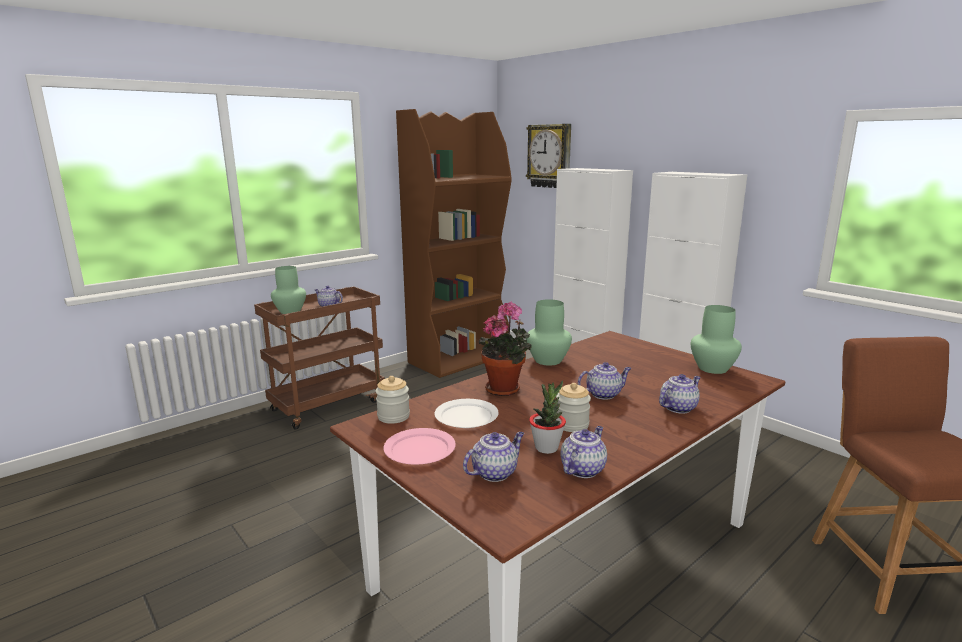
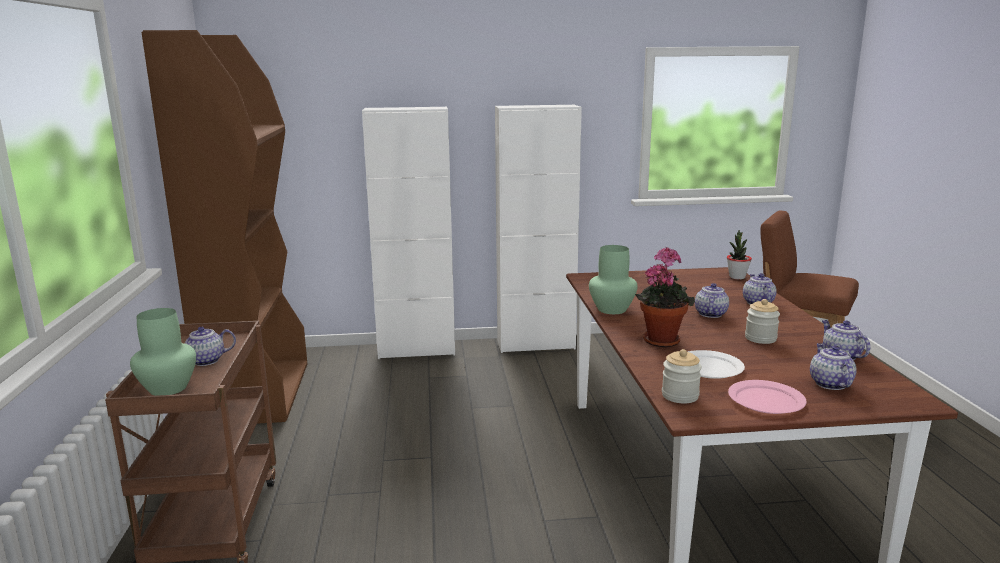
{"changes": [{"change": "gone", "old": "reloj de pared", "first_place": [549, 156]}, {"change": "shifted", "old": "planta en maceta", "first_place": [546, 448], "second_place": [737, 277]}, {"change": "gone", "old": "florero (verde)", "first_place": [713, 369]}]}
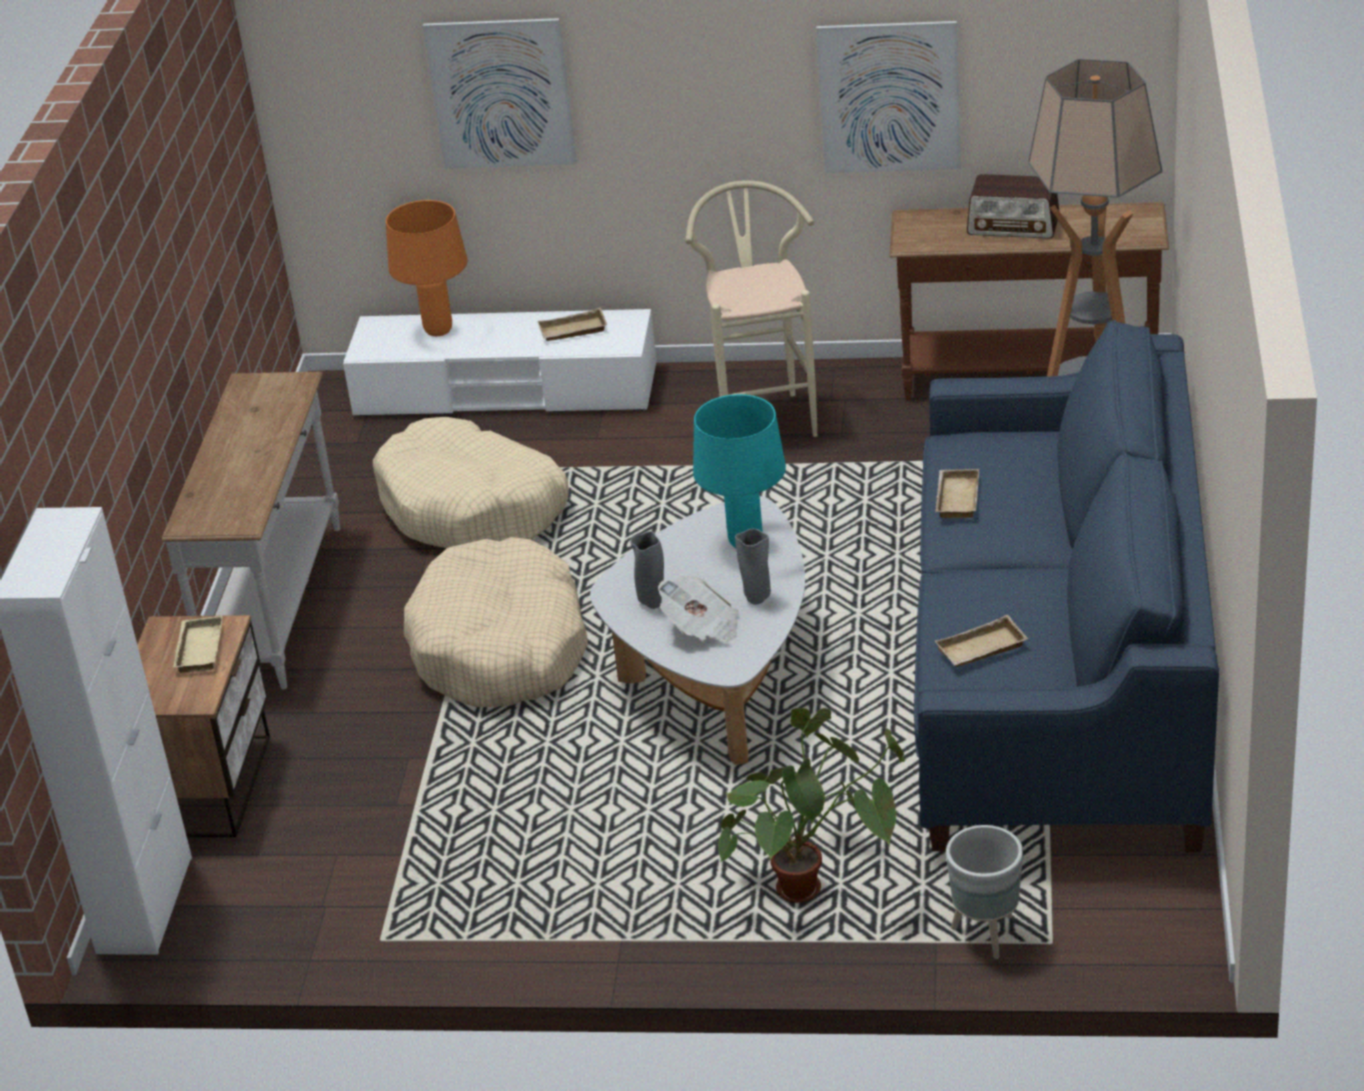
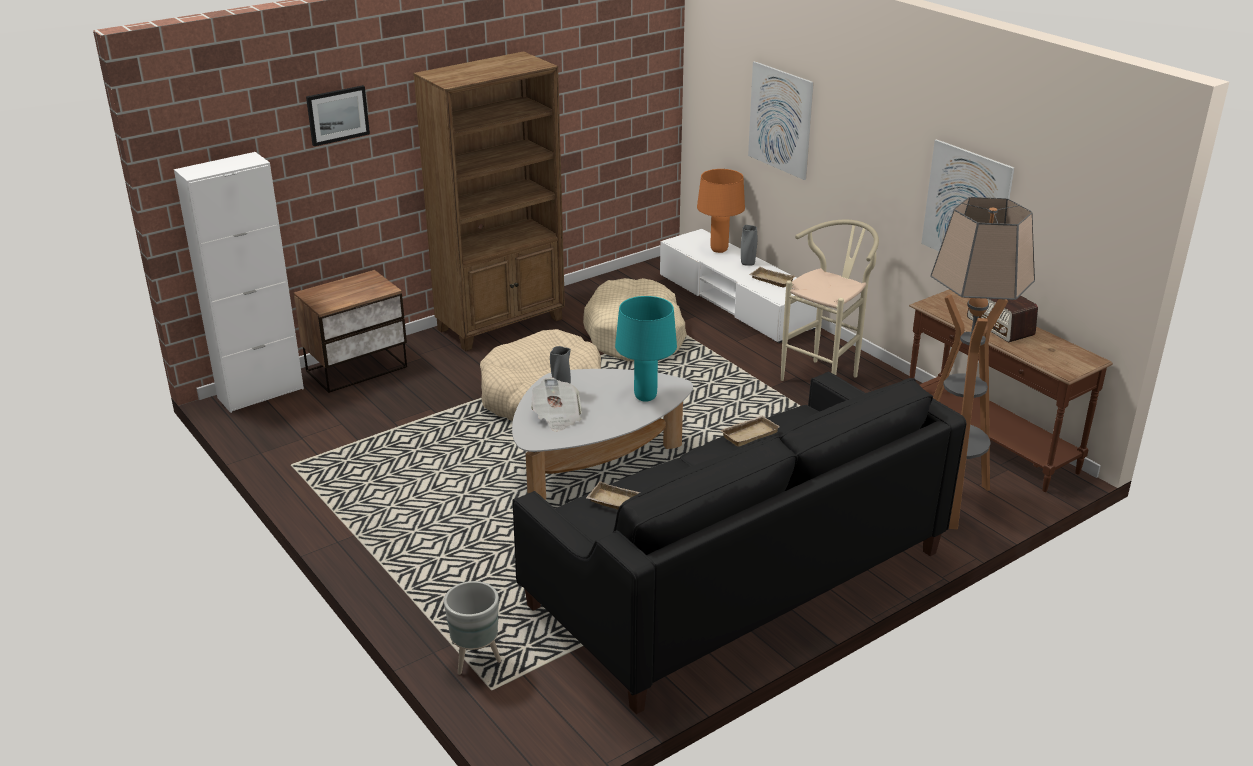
{"changes": [{"change": "swapped", "old": "mesa consola (blanco)", "new": "estantería (marrón)", "first_place": [278, 605], "second_place": [502, 324]}, {"change": "gone", "old": "bandeja (beis)", "first_place": [197, 649]}, {"change": "gone", "old": "planta en maceta", "first_place": [813, 877]}, {"change": "shifted", "old": "florero (gris)", "first_place": [756, 598], "second_place": [747, 264]}, {"change": "repainted", "old": "sofá (azul)", "new": "sofá (negro)", "first_place": [1059, 674], "second_place": [736, 579]}, {"change": "new", "new": "cuadro", "second_place": [337, 115]}]}
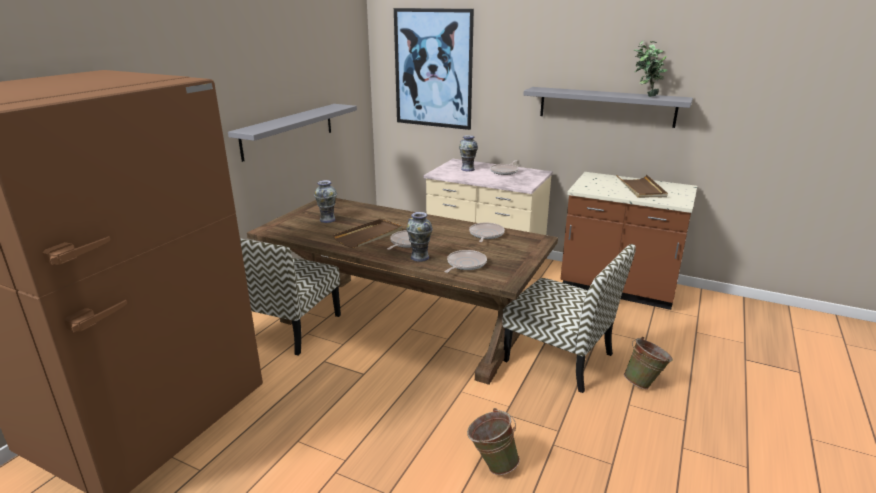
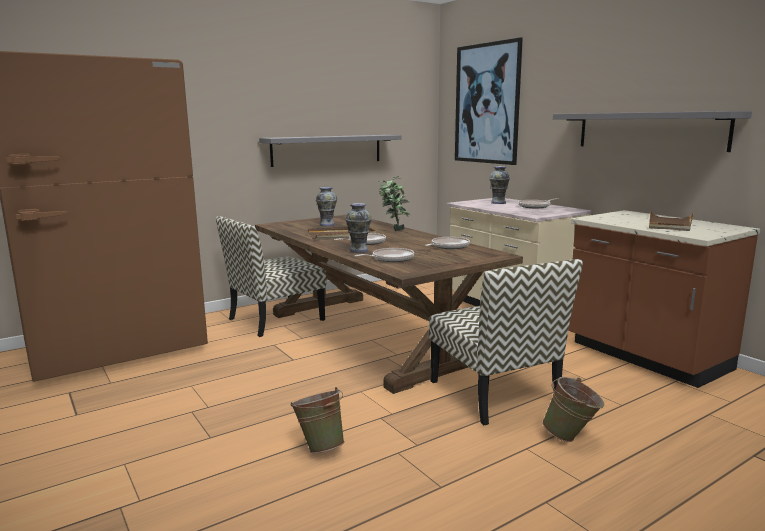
{"changes": [{"change": "shifted", "old": "planta en maceta", "first_place": [645, 96], "second_place": [393, 230]}]}
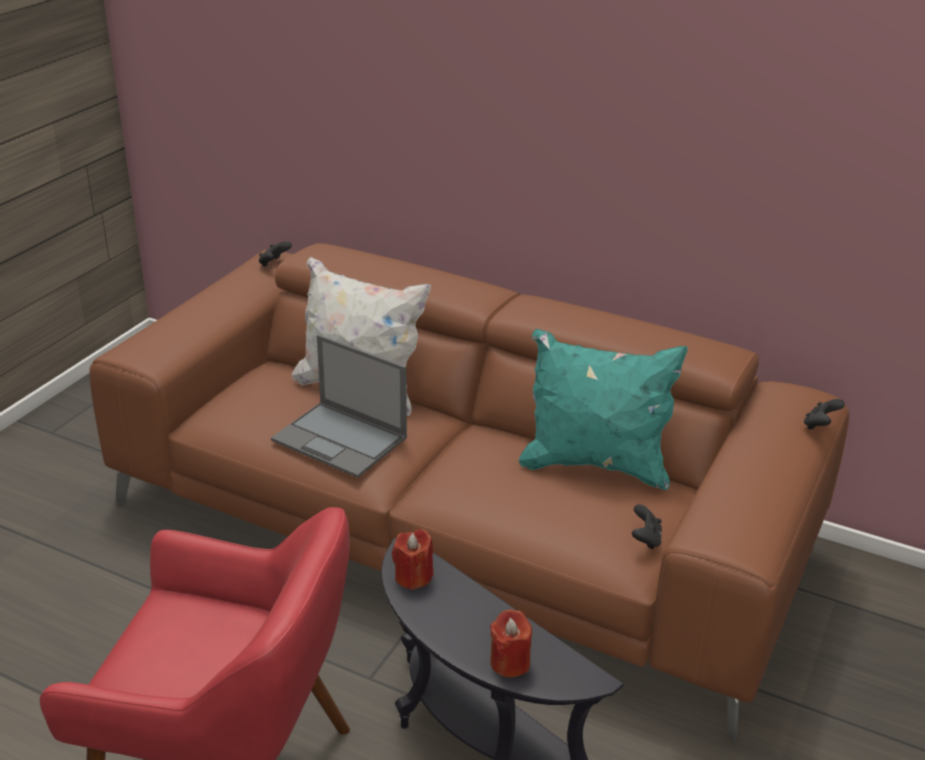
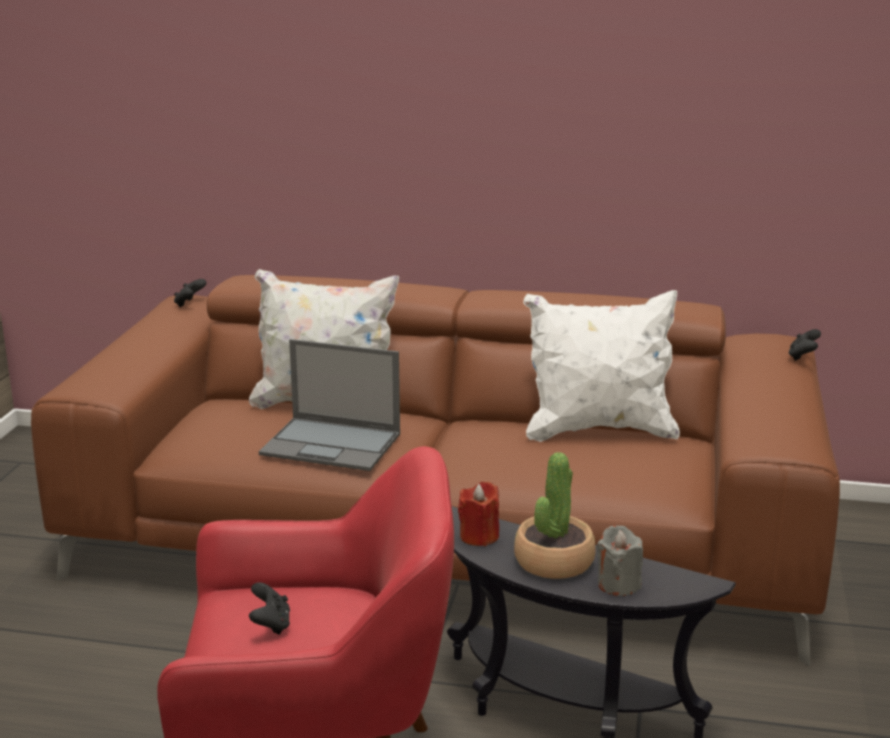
{"changes": [{"change": "repainted", "old": "vela (rojo)", "new": "vela (gris)", "first_place": [510, 662], "second_place": [618, 585]}, {"change": "repainted", "old": "cojín (turquesa)", "new": "cojín (blanco)", "first_place": [595, 465], "second_place": [598, 430]}, {"change": "shifted", "old": "mando de consola (negro)", "first_place": [645, 539], "second_place": [270, 625]}, {"change": "new", "new": "planta en maceta", "second_place": [553, 561]}]}
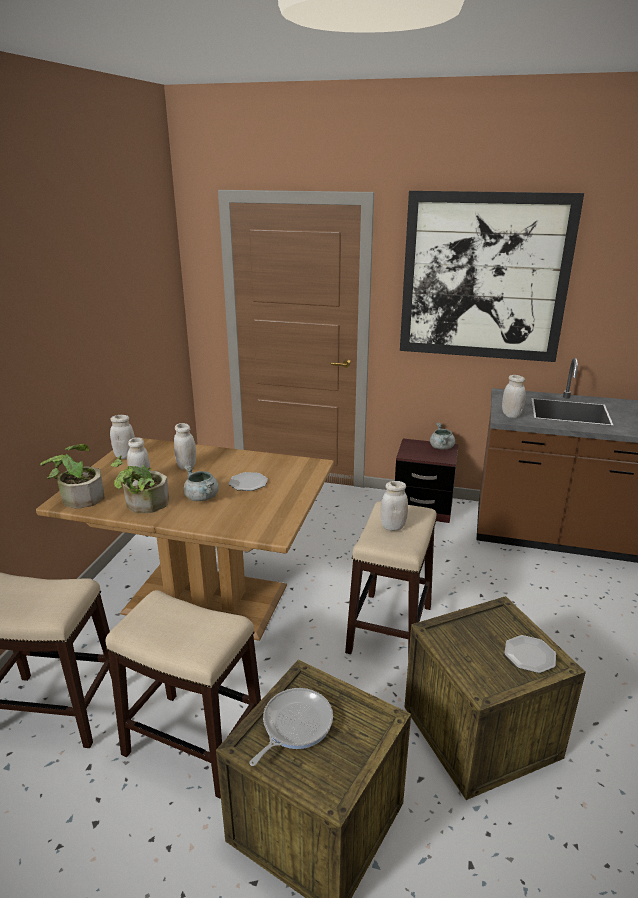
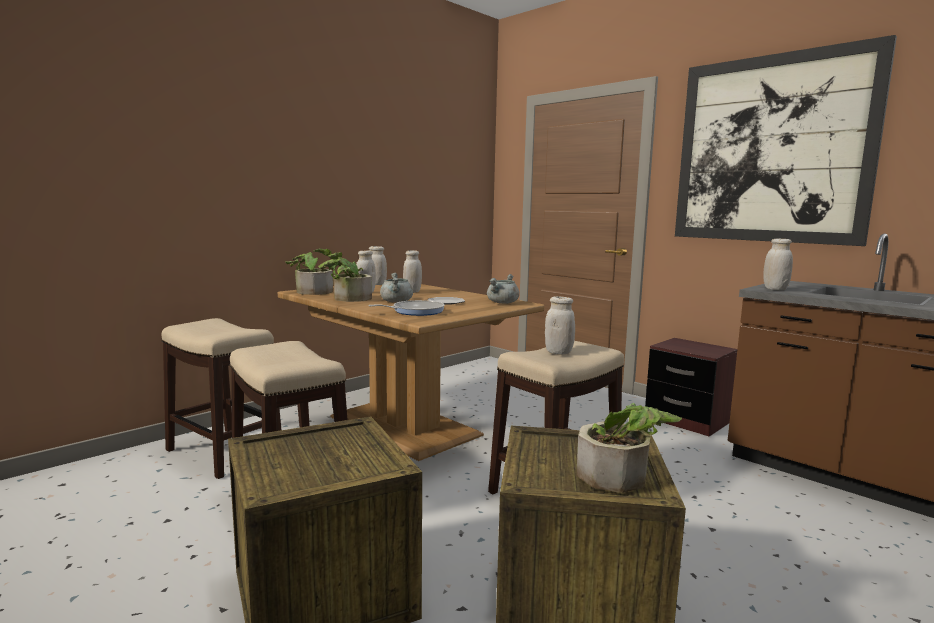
{"changes": [{"change": "shifted", "old": "sartén", "first_place": [294, 725], "second_place": [415, 311]}, {"change": "shifted", "old": "olla (gris)", "first_place": [441, 448], "second_place": [502, 303]}, {"change": "swapped", "old": "plato", "new": "planta en maceta", "first_place": [530, 655], "second_place": [622, 476]}]}
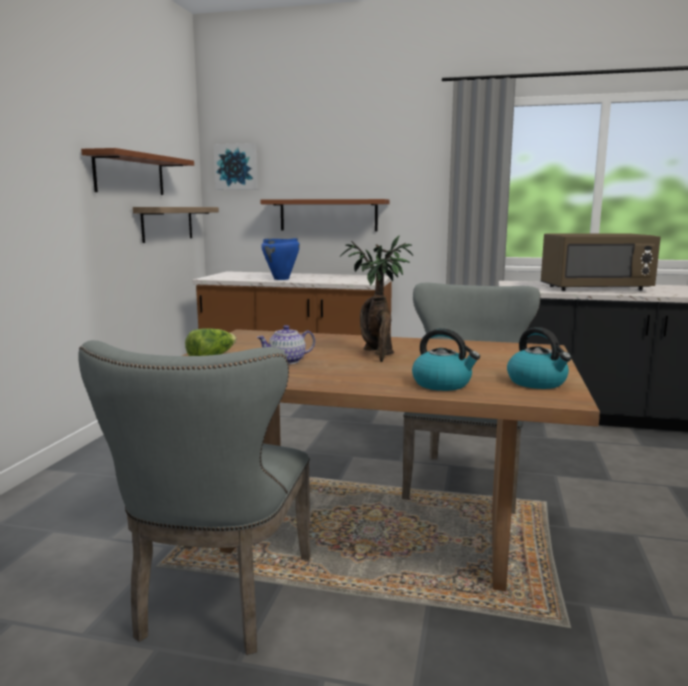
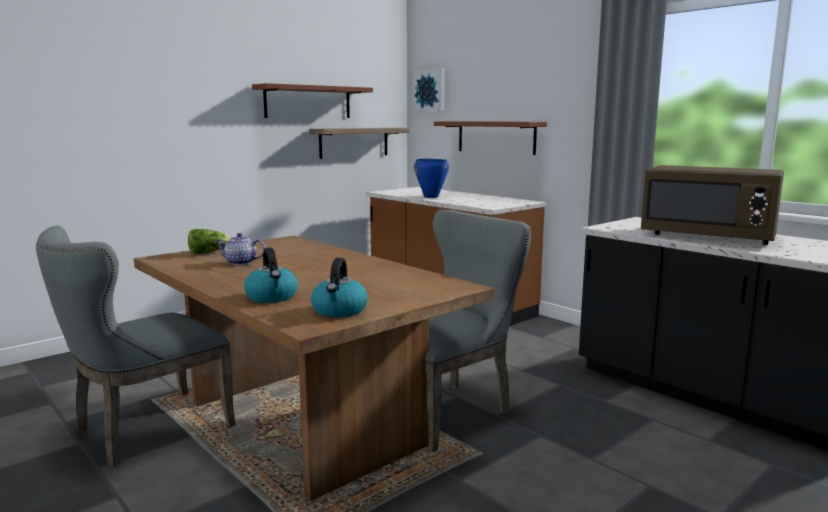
{"changes": [{"change": "gone", "old": "planta en maceta", "first_place": [378, 354]}]}
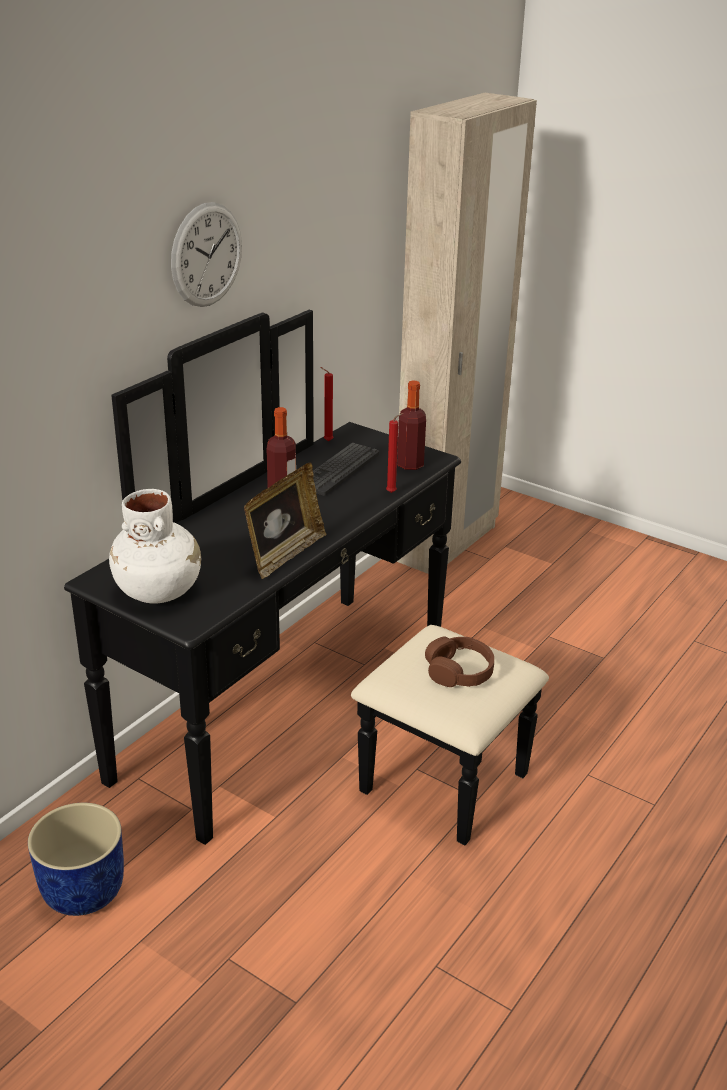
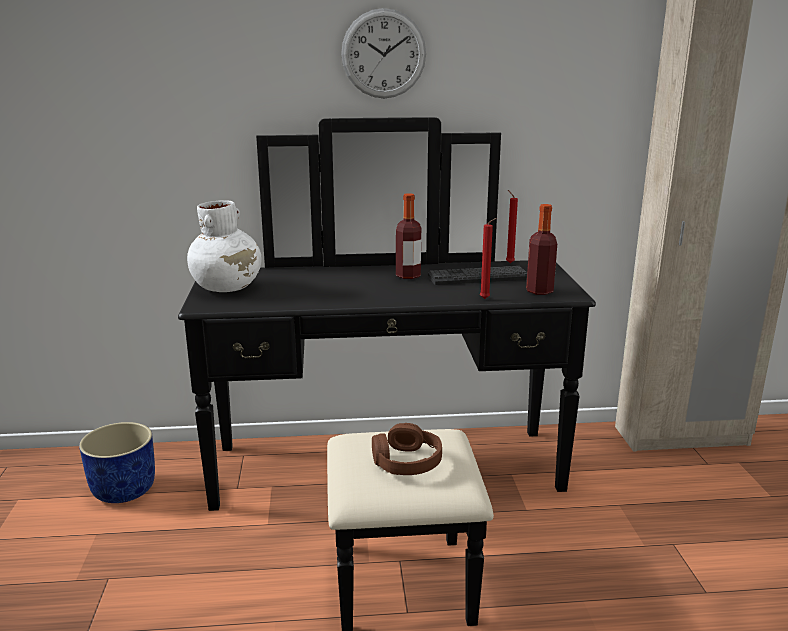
{"changes": [{"change": "gone", "old": "portarretratos", "first_place": [284, 554]}]}
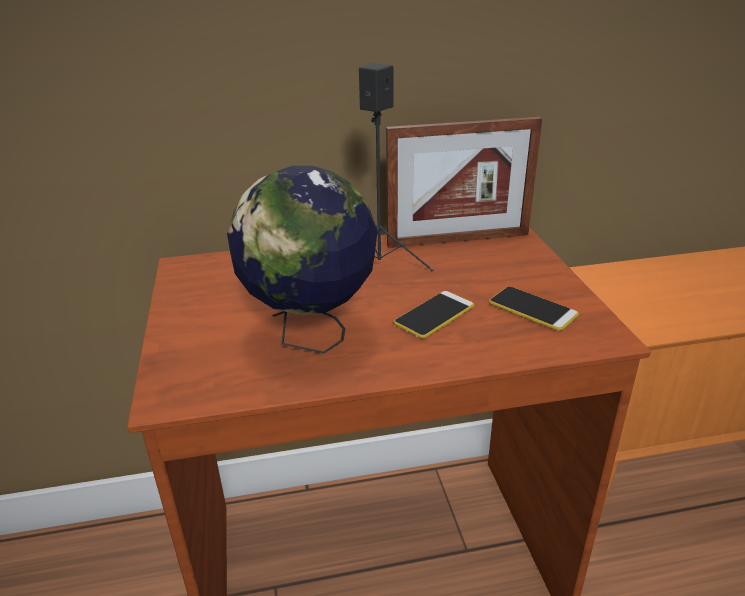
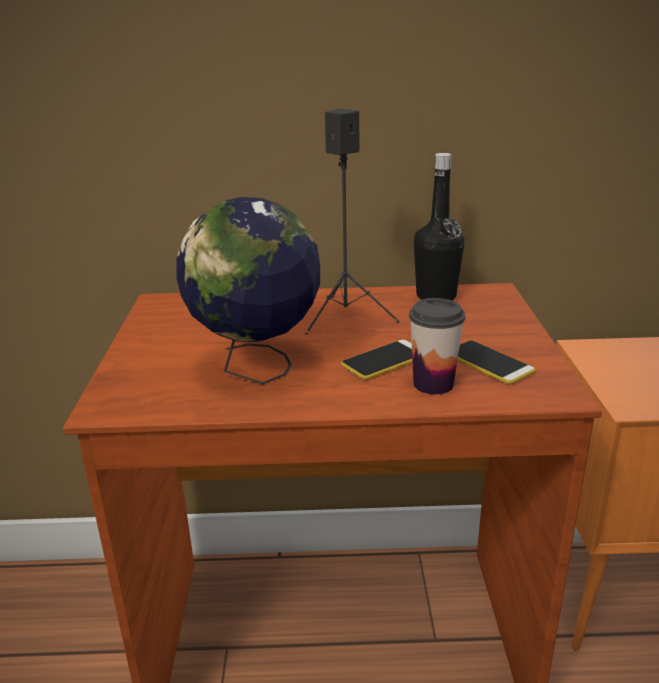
{"changes": [{"change": "swapped", "old": "portarretratos", "new": "botella (negro)", "first_place": [458, 240], "second_place": [436, 296]}, {"change": "new", "new": "taza", "second_place": [433, 384]}]}
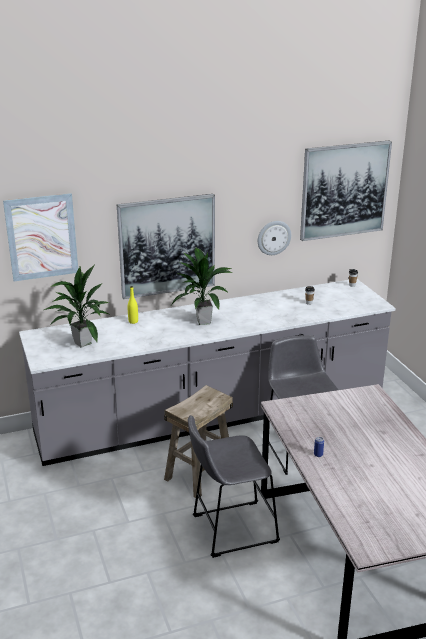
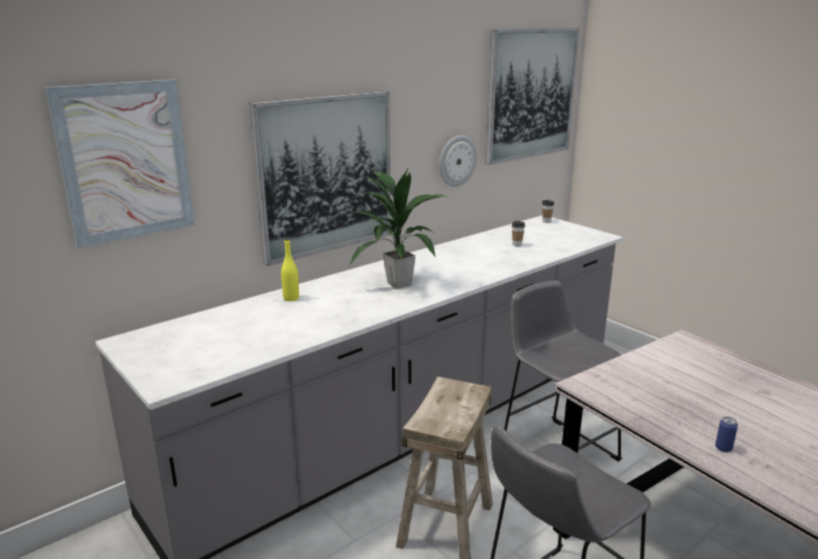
{"changes": [{"change": "gone", "old": "planta en maceta", "first_place": [82, 343]}]}
